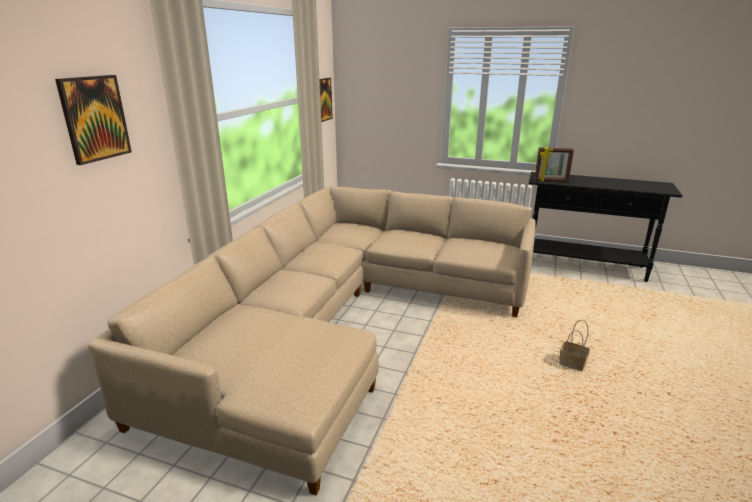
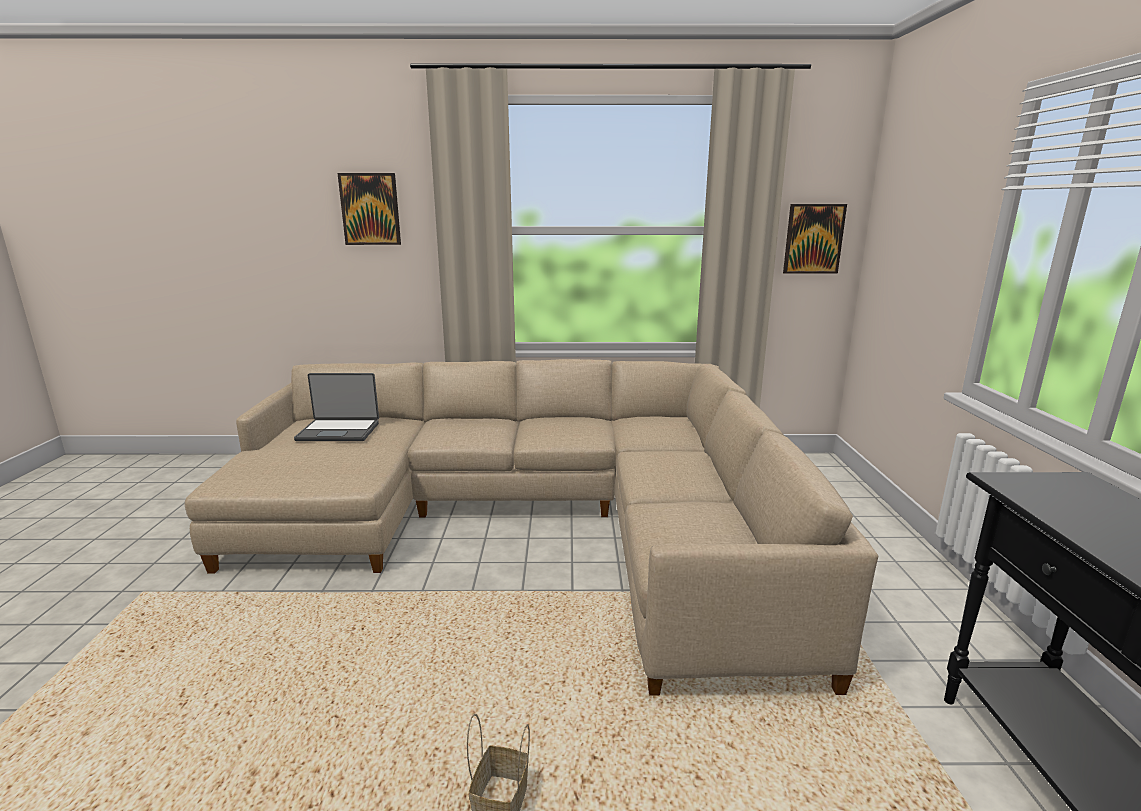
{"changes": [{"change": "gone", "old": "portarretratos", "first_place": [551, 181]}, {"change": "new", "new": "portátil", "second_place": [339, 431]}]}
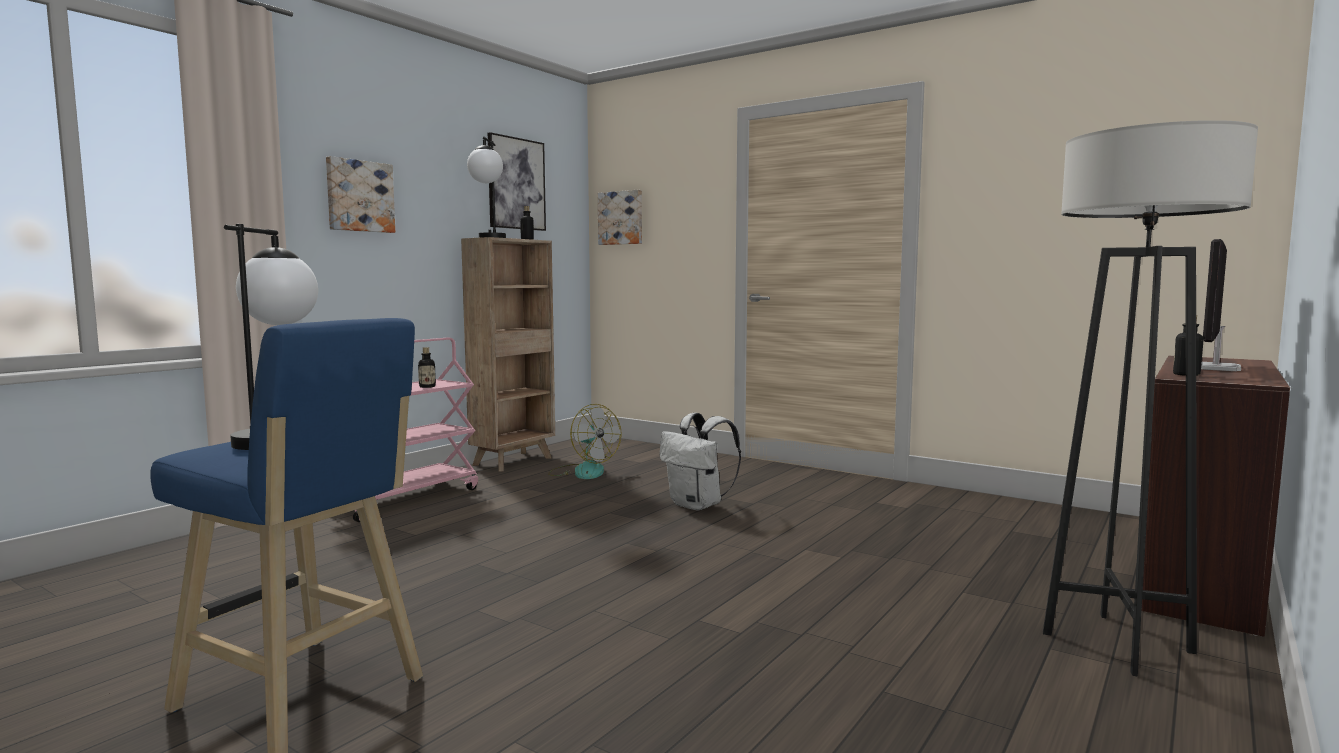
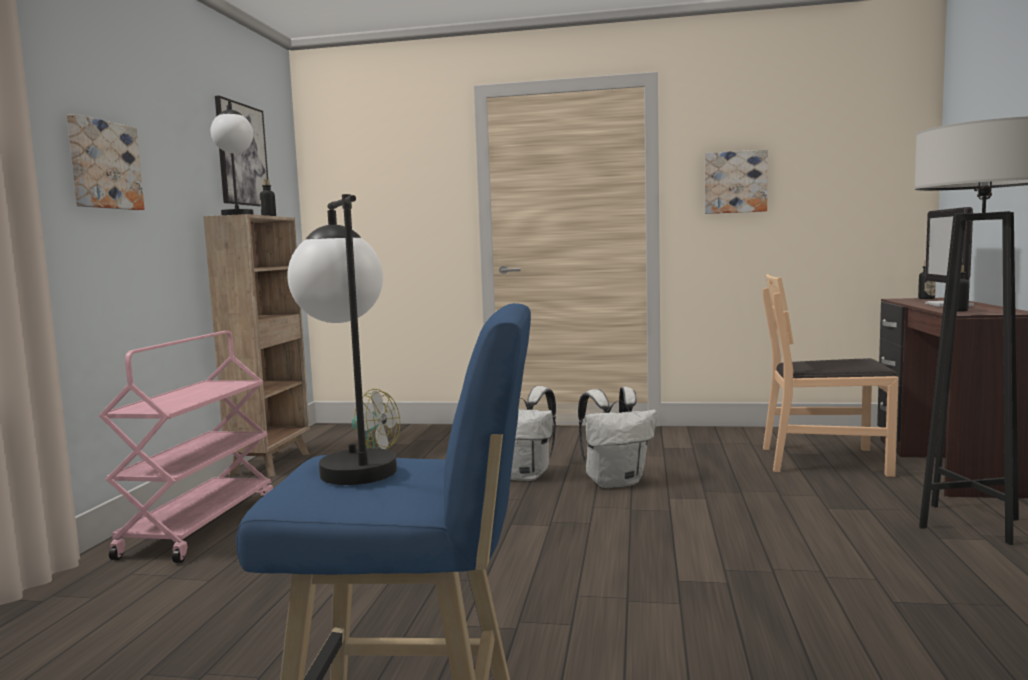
{"changes": [{"change": "shifted", "old": "botella", "first_place": [427, 387], "second_place": [926, 298]}, {"change": "shifted", "old": "cuadro", "first_place": [621, 218], "second_place": [735, 182]}, {"change": "new", "new": "mochila (blanco)", "second_place": [615, 482]}, {"change": "new", "new": "silla (marrón)", "second_place": [824, 460]}]}
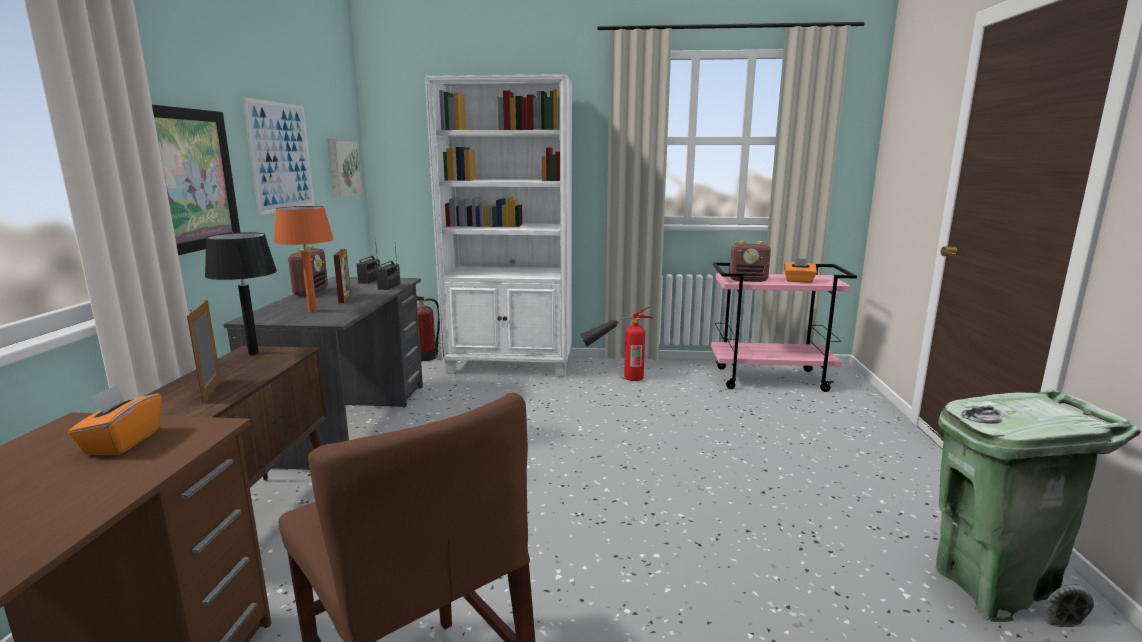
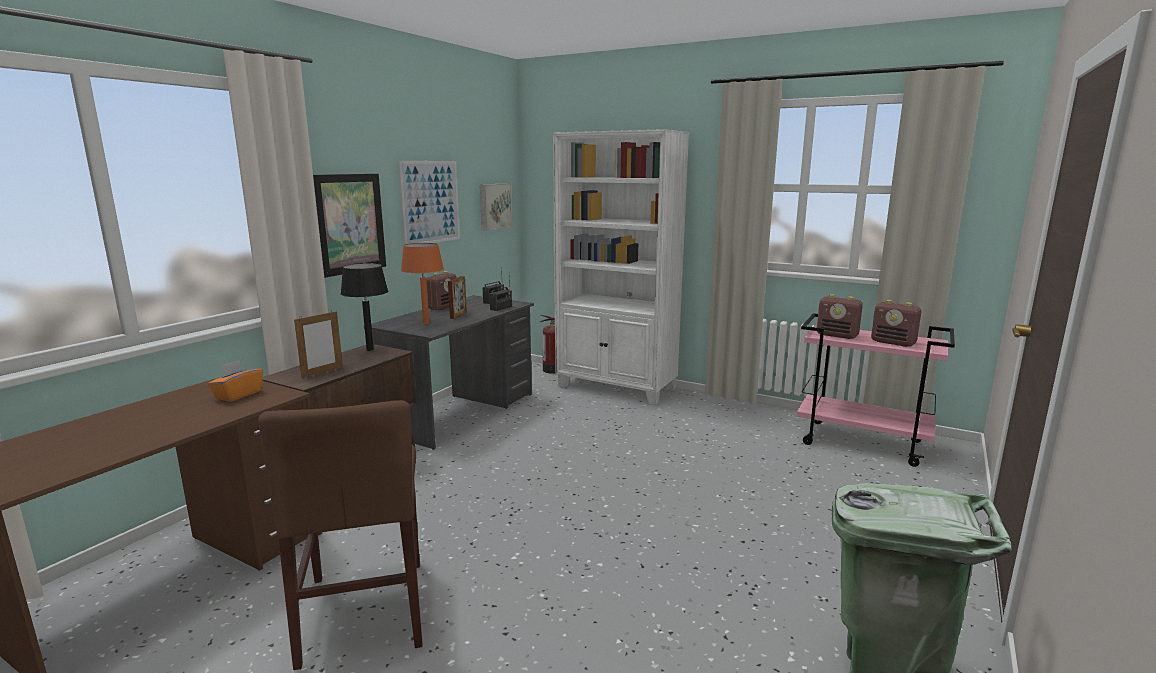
{"changes": [{"change": "rotated", "old": "portarretratos", "first_place": [212, 391], "second_place": [322, 372], "degrees": -150}, {"change": "gone", "old": "extintor", "first_place": [615, 377]}, {"change": "swapped", "old": "caja de pañuelos (naranja)", "new": "radio", "first_place": [798, 281], "second_place": [893, 343]}]}
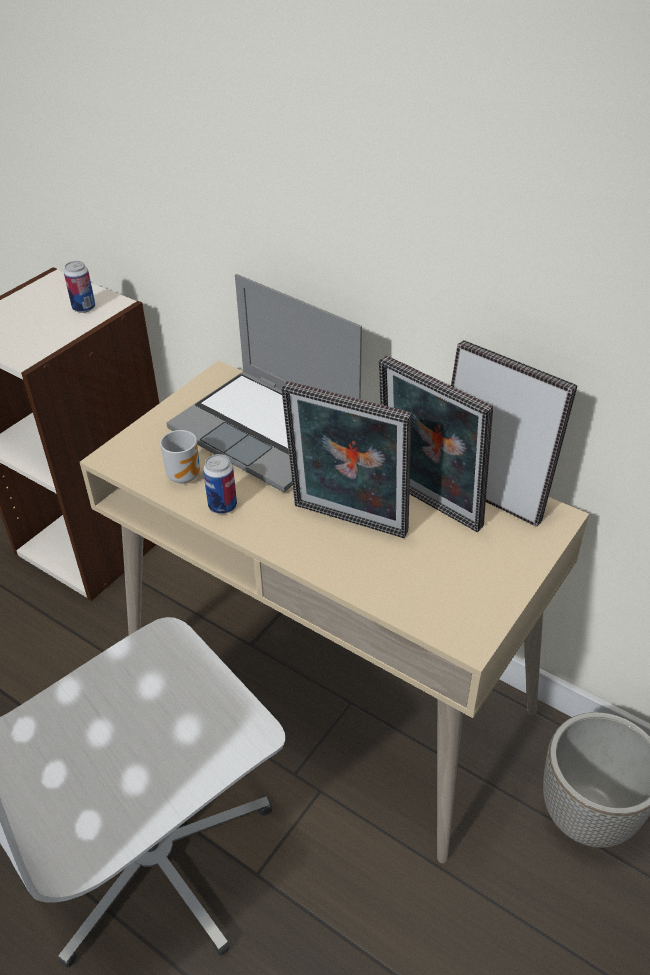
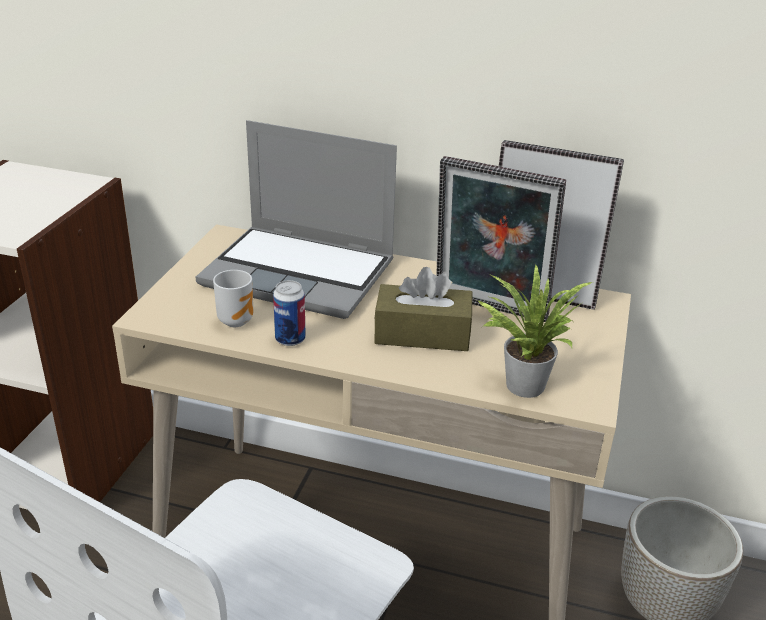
{"changes": [{"change": "gone", "old": "lata", "first_place": [84, 308]}, {"change": "swapped", "old": "portarretratos", "new": "caja de pañuelos (marrón)", "first_place": [347, 523], "second_place": [422, 334]}, {"change": "new", "new": "planta en maceta", "second_place": [521, 382]}]}
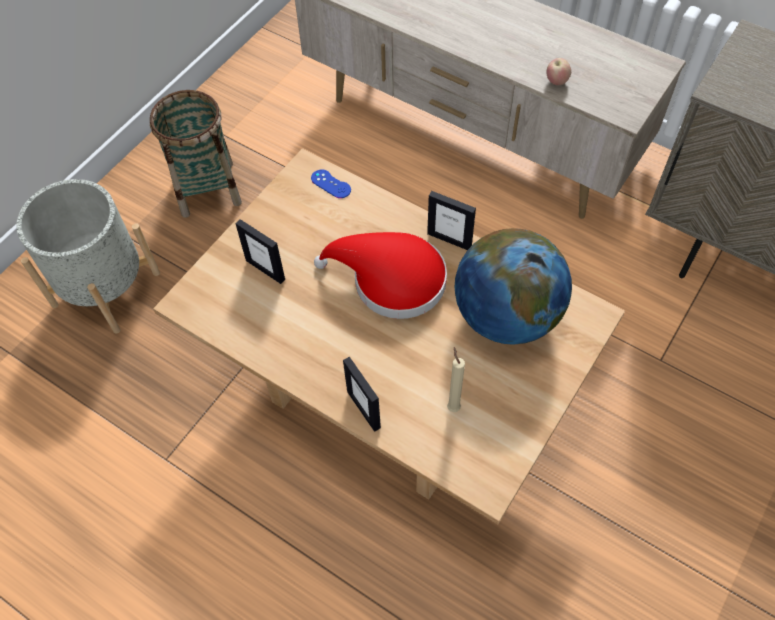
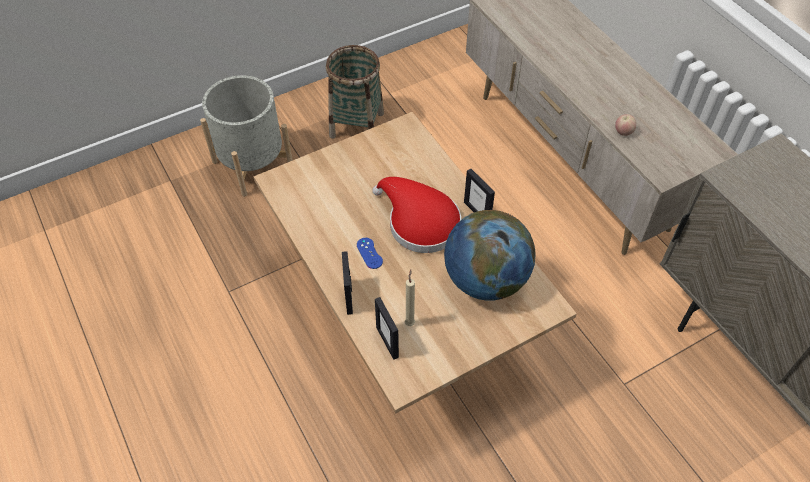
{"changes": [{"change": "shifted", "old": "portarretratos", "first_place": [265, 270], "second_place": [387, 342]}, {"change": "shifted", "old": "mando de consola (azul)", "first_place": [331, 184], "second_place": [369, 253]}]}
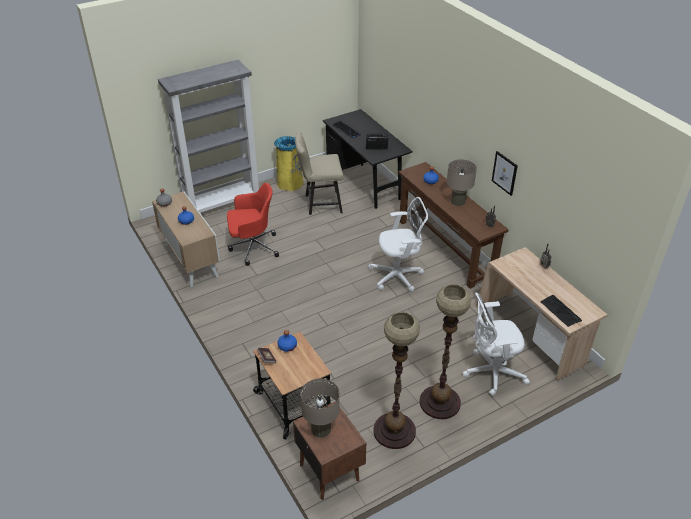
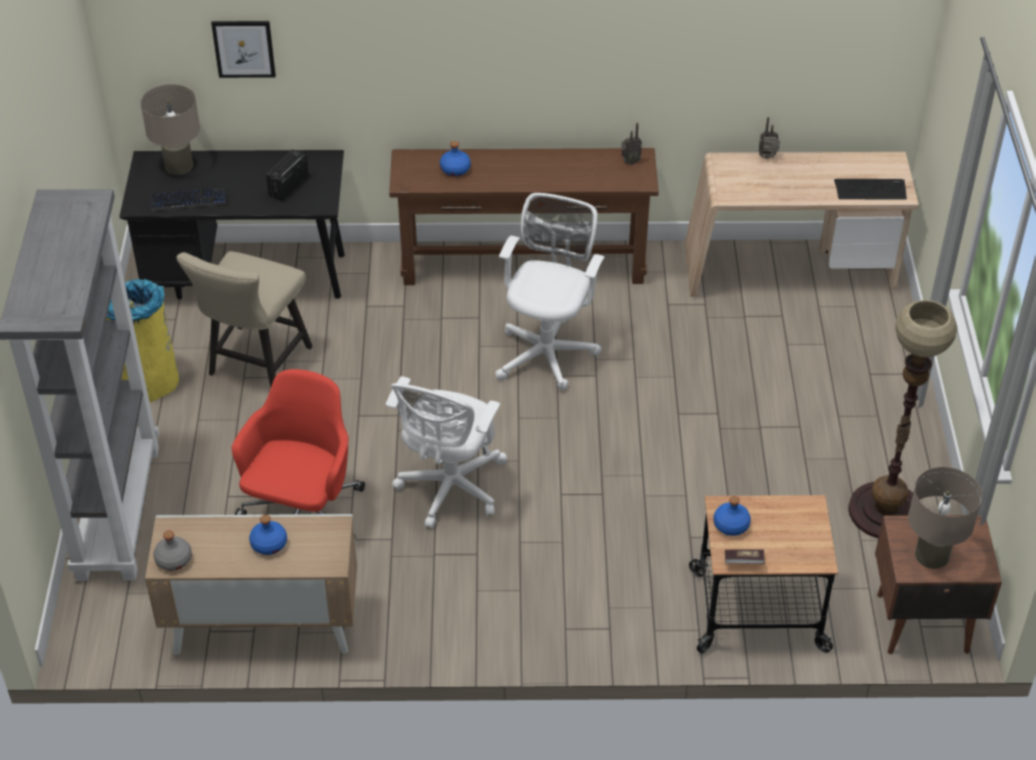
{"changes": [{"change": "gone", "old": "lámpara de pie", "first_place": [440, 402]}, {"change": "shifted", "old": "lámpara de mesa (beis)", "first_place": [458, 201], "second_place": [179, 165]}, {"change": "shifted", "old": "silla de oficina (blanco)", "first_place": [491, 372], "second_place": [449, 490]}, {"change": "shifted", "old": "cuadro", "first_place": [504, 173], "second_place": [244, 48]}]}
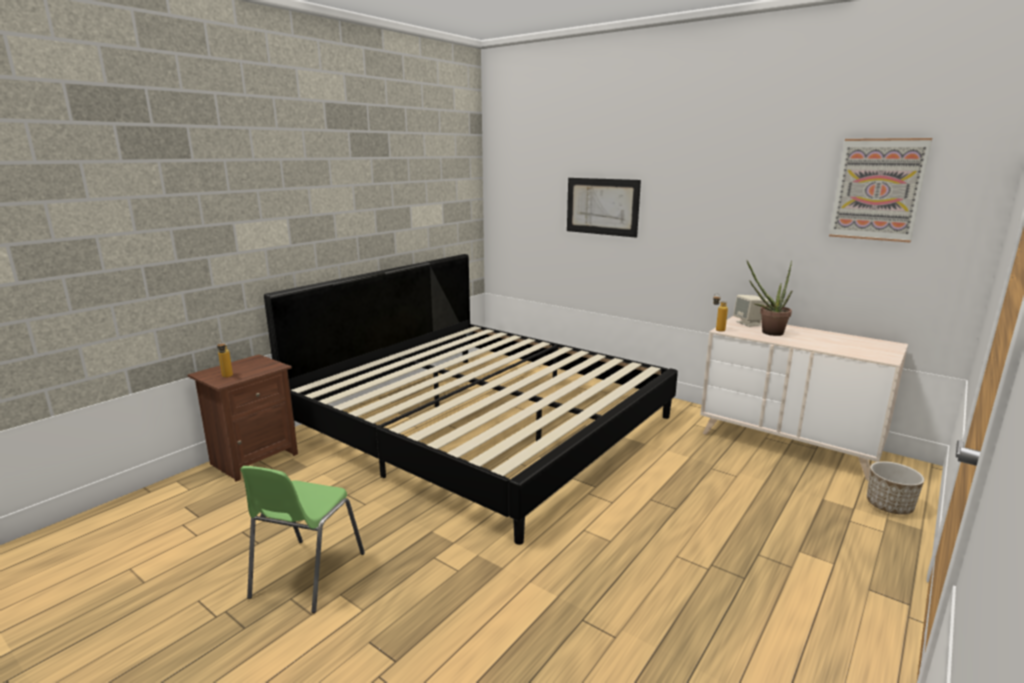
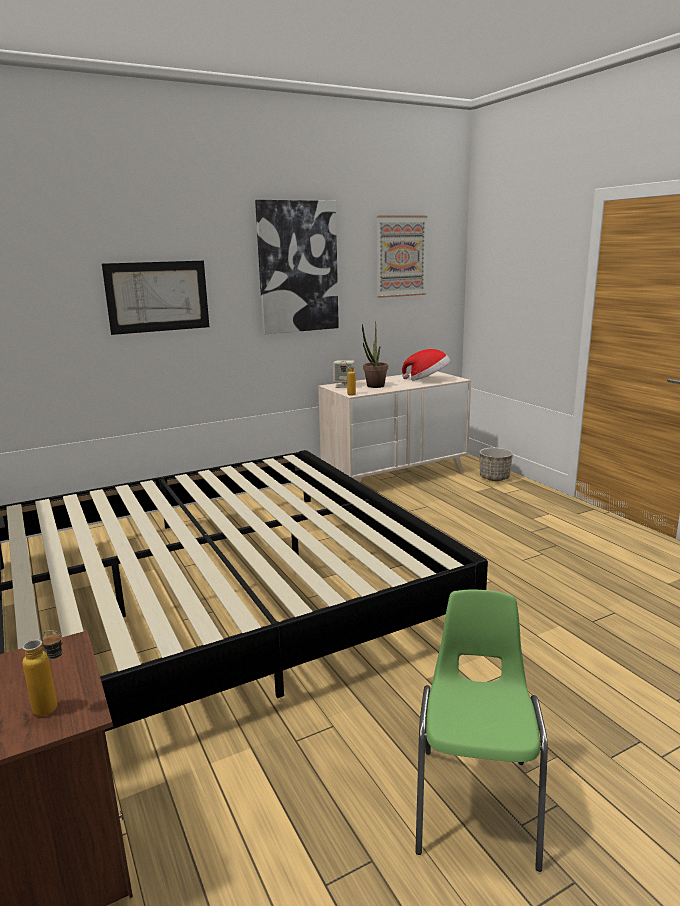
{"changes": [{"change": "rotated", "old": "silla (verde)", "first_place": [306, 575], "second_place": [476, 803], "degrees": -120}, {"change": "new", "new": "cuadro", "second_place": [297, 267]}, {"change": "new", "new": "sombrero", "second_place": [427, 379]}]}
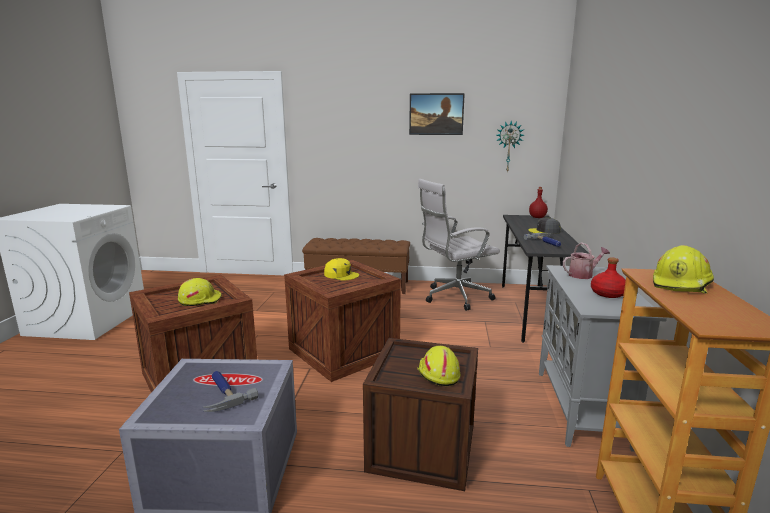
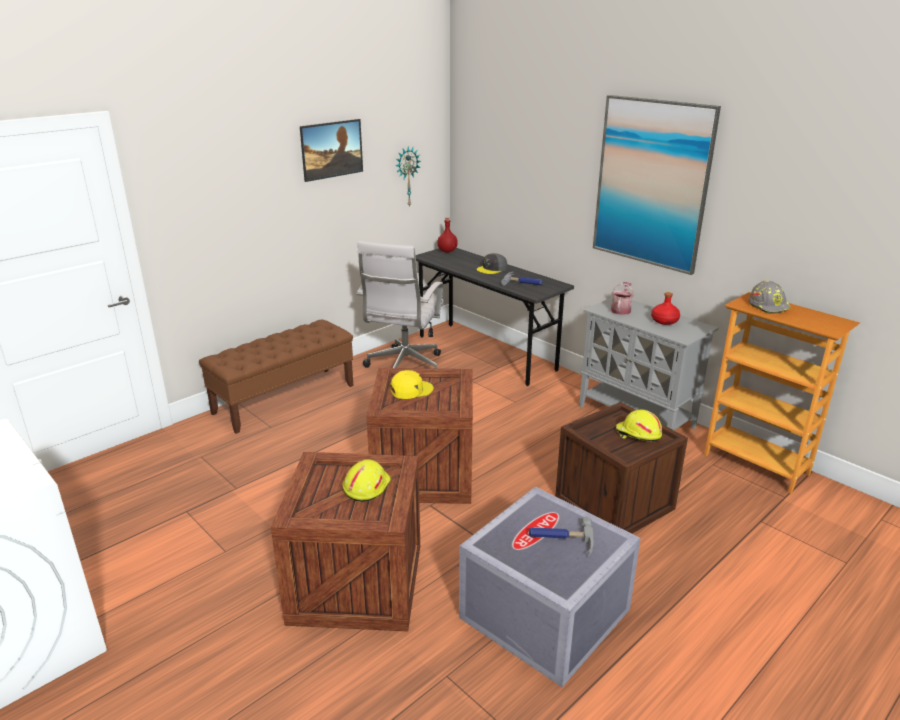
{"changes": [{"change": "repainted", "old": "casco (amarillo)", "new": "casco (gris)", "first_place": [681, 284], "second_place": [769, 306]}, {"change": "new", "new": "cuadro", "second_place": [651, 183]}]}
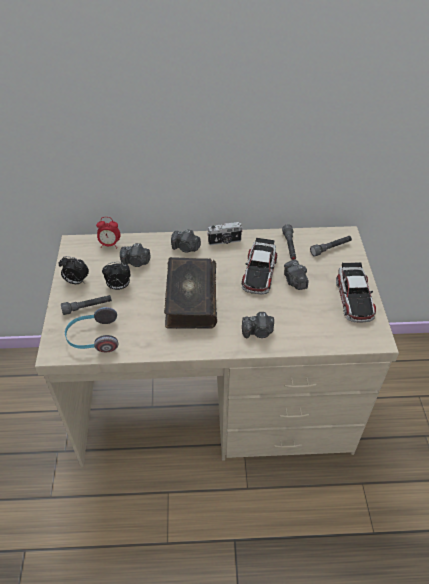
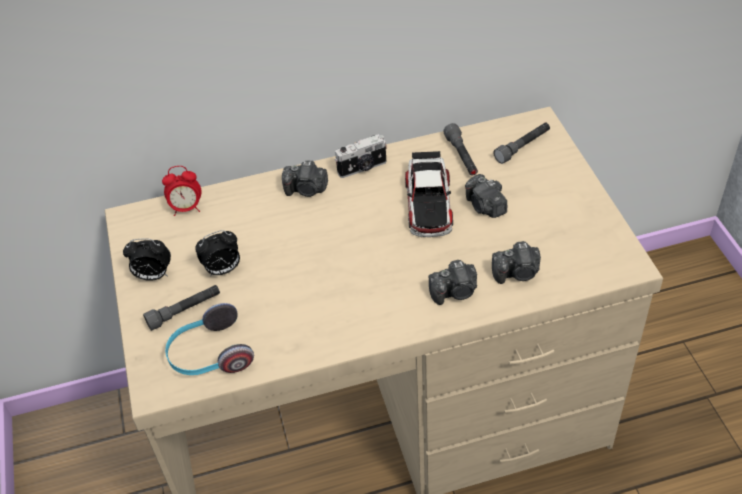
{"changes": [{"change": "shifted", "old": "cámara", "first_place": [136, 262], "second_place": [517, 273]}, {"change": "gone", "old": "libro", "first_place": [190, 299]}, {"change": "gone", "old": "coche de juguete", "first_place": [354, 297]}]}
